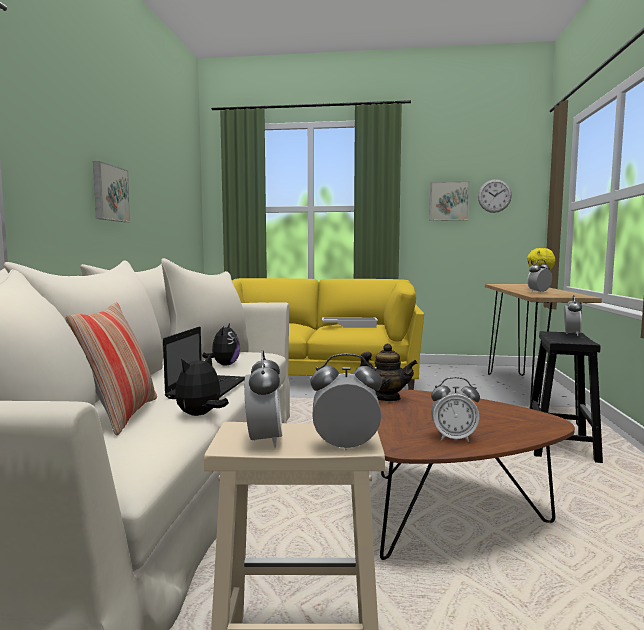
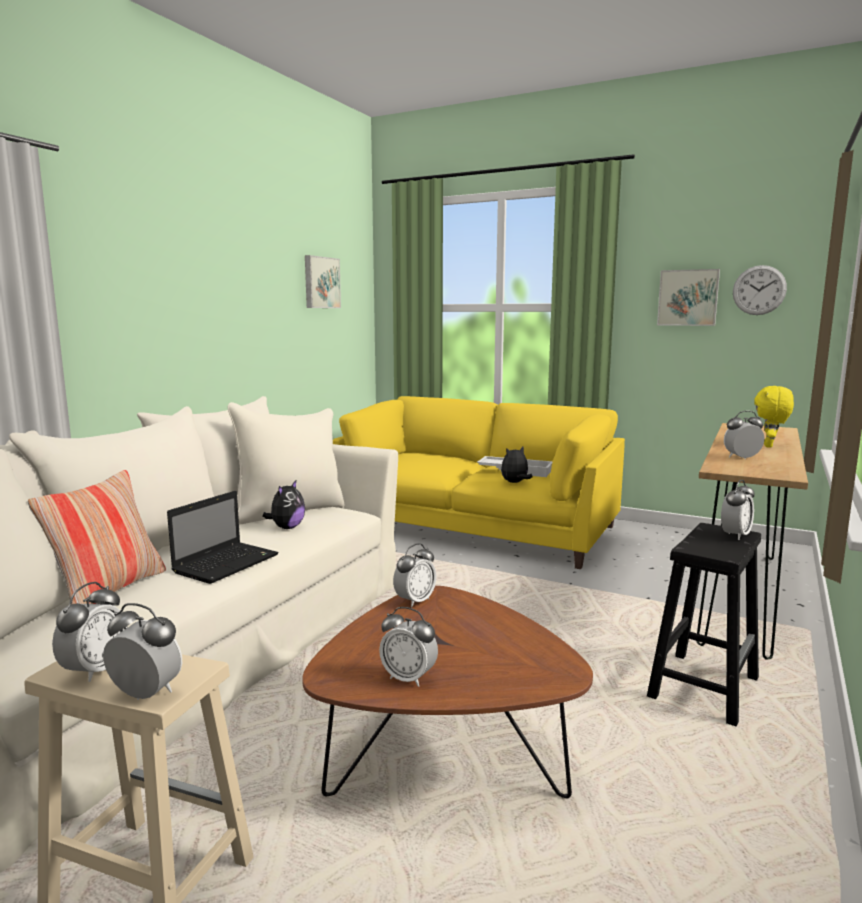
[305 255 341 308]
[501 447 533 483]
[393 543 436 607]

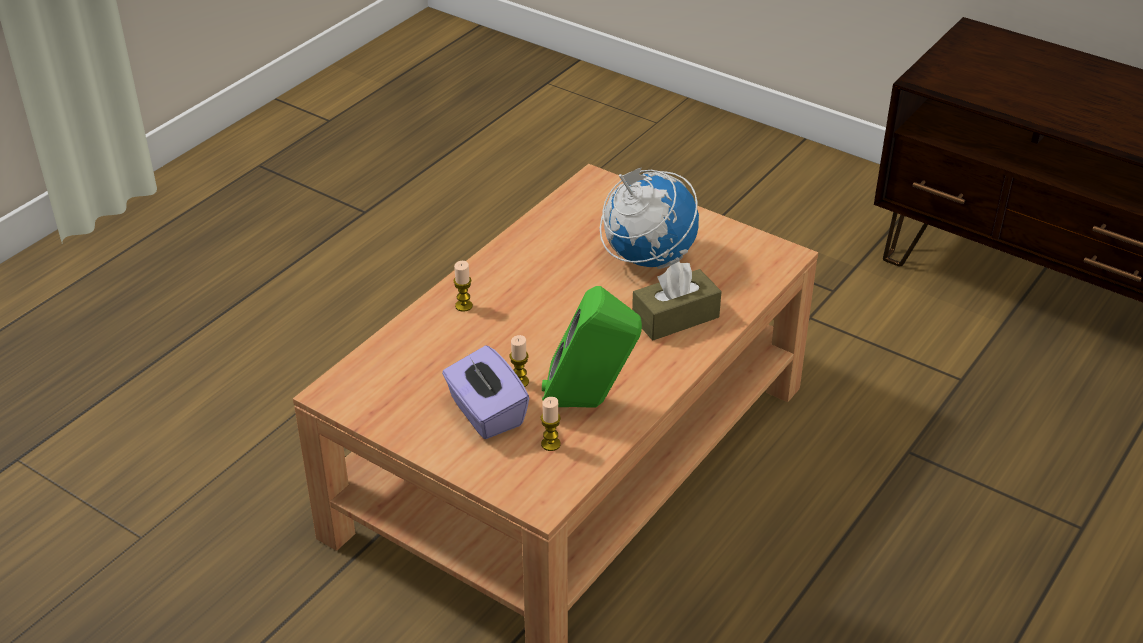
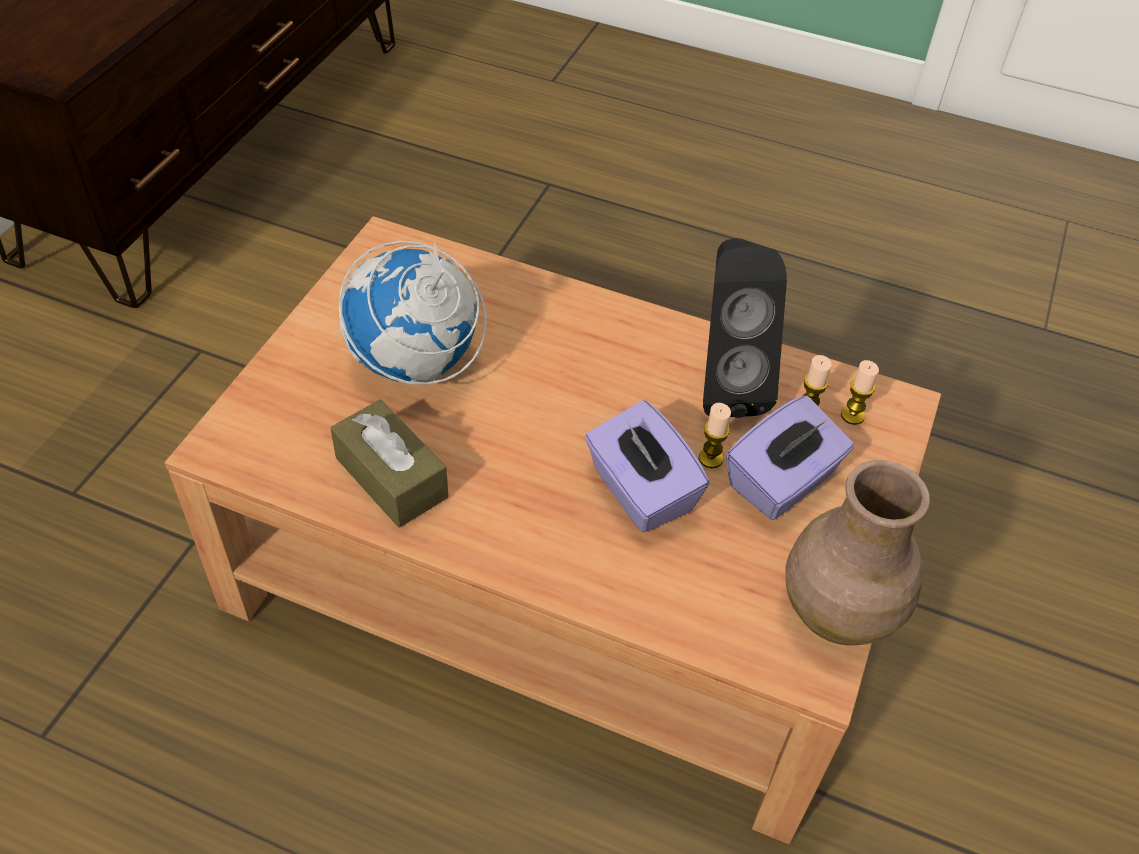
[585 400 710 532]
[785 460 930 645]
[841 360 879 425]
[330 400 448 528]
[703 238 787 418]

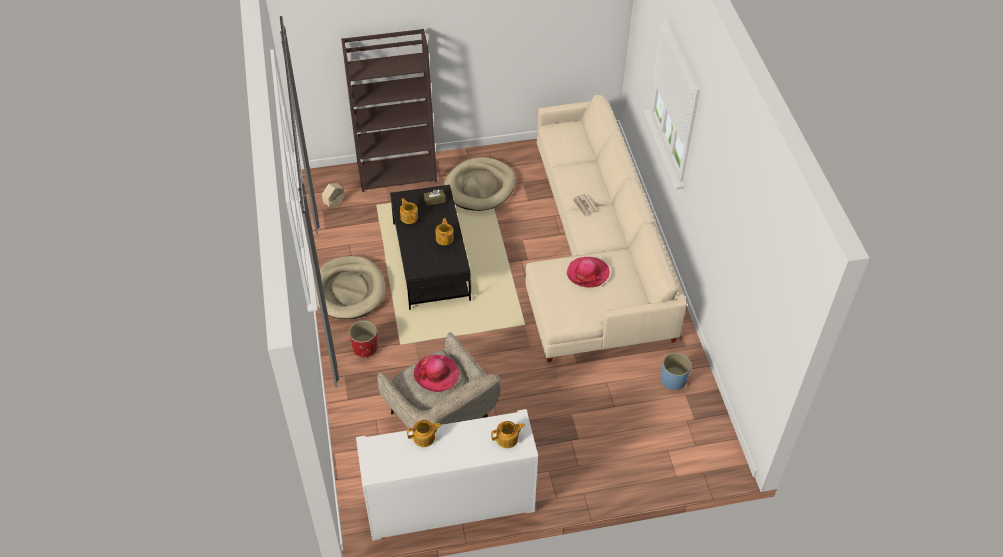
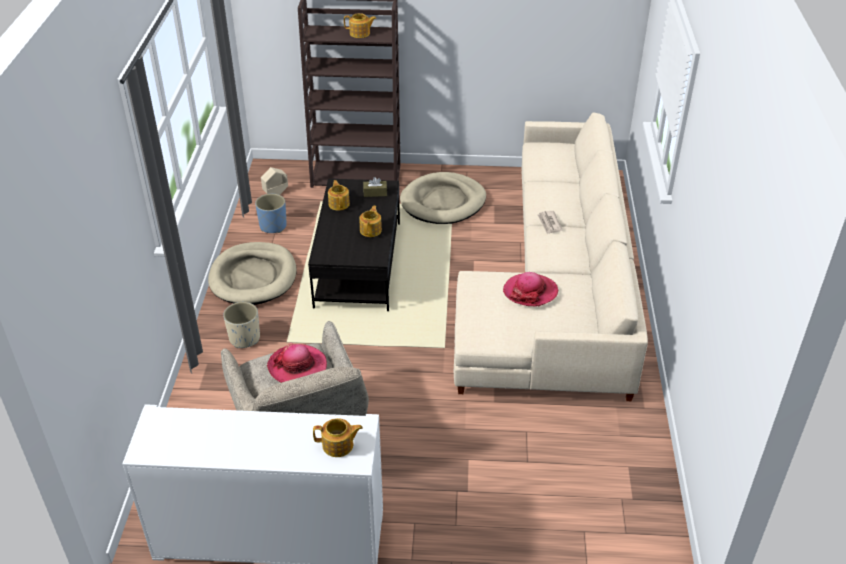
[344 13 376 38]
[255 194 287 233]
[223 302 260 348]

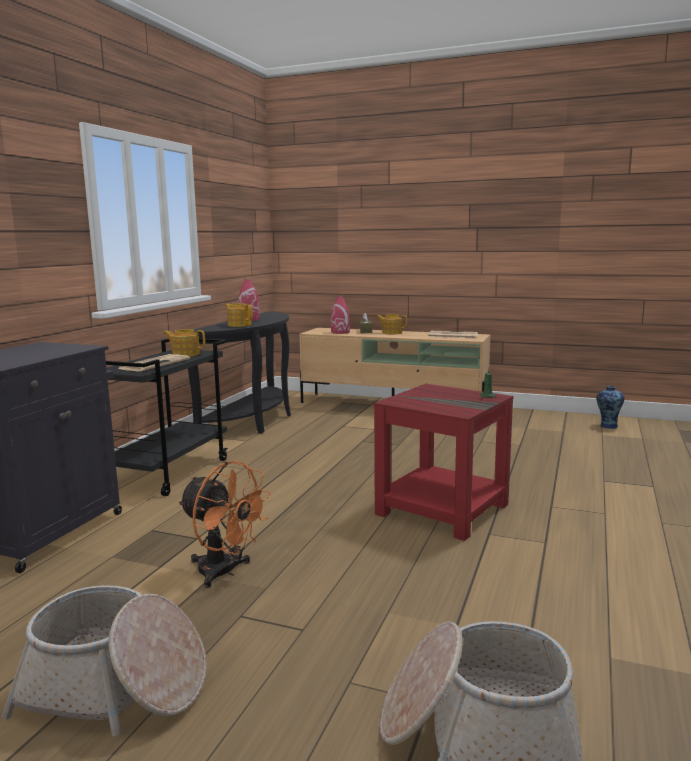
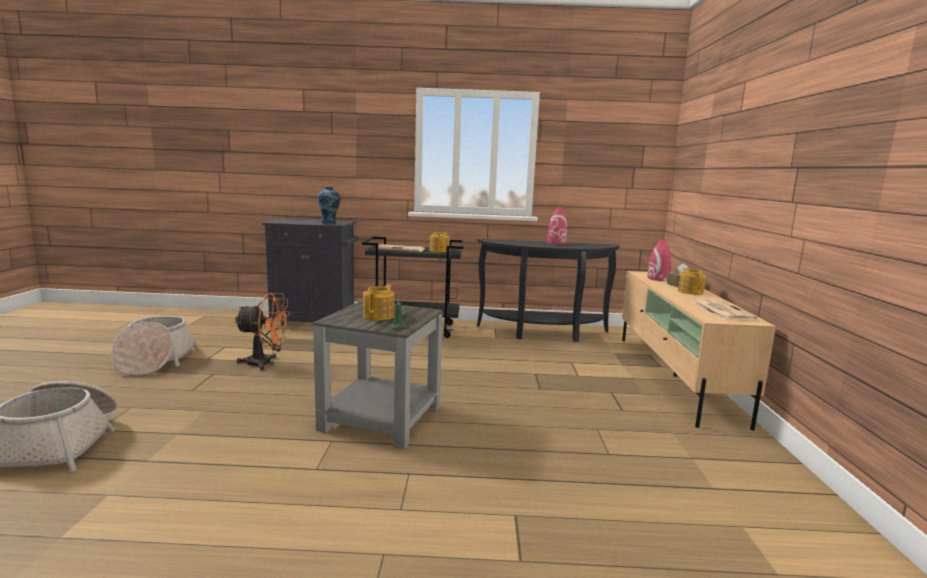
[363 285 395 320]
[317 187 341 225]
[313 300 443 449]
[234 293 290 371]

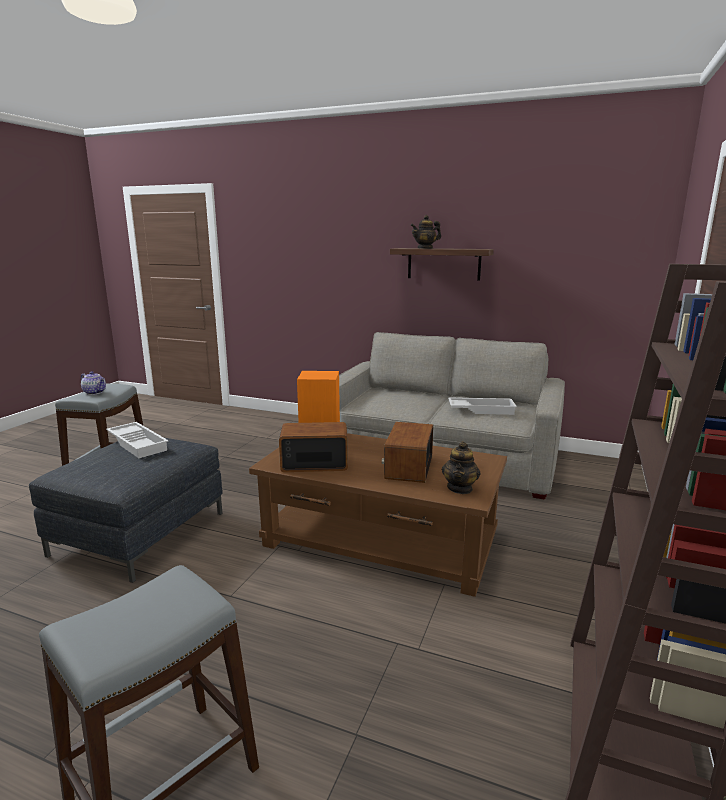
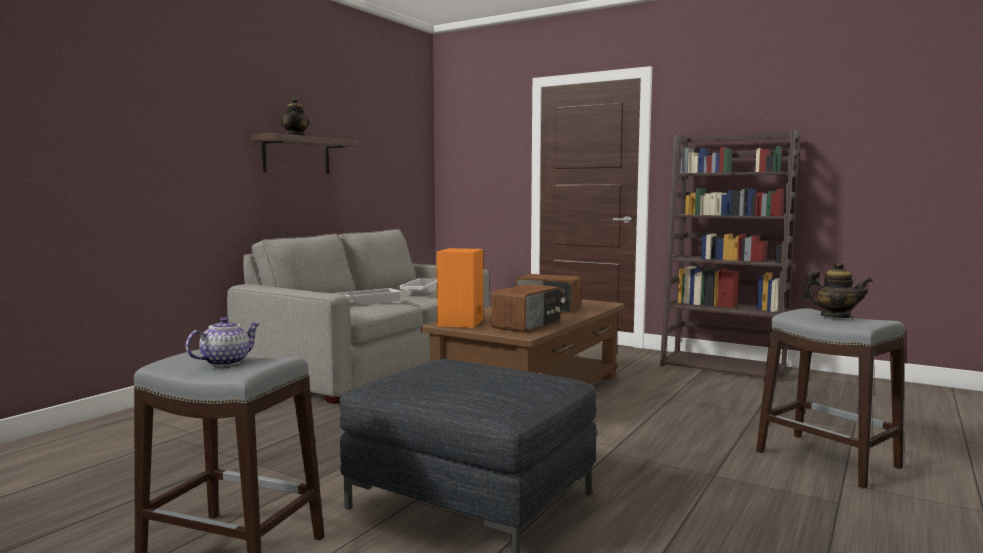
[334 288 402 305]
[802 261 873 318]
[491 284 561 333]

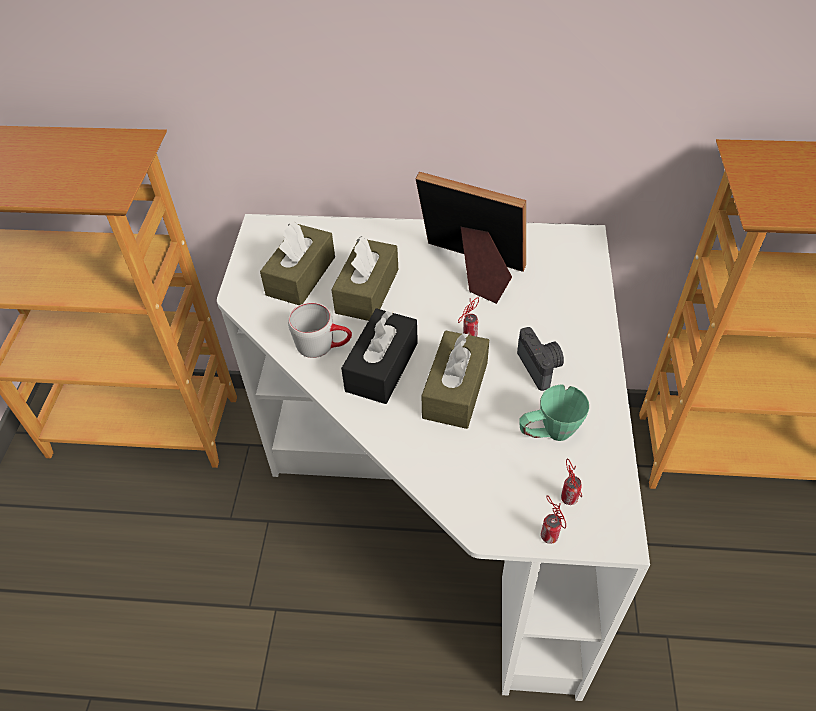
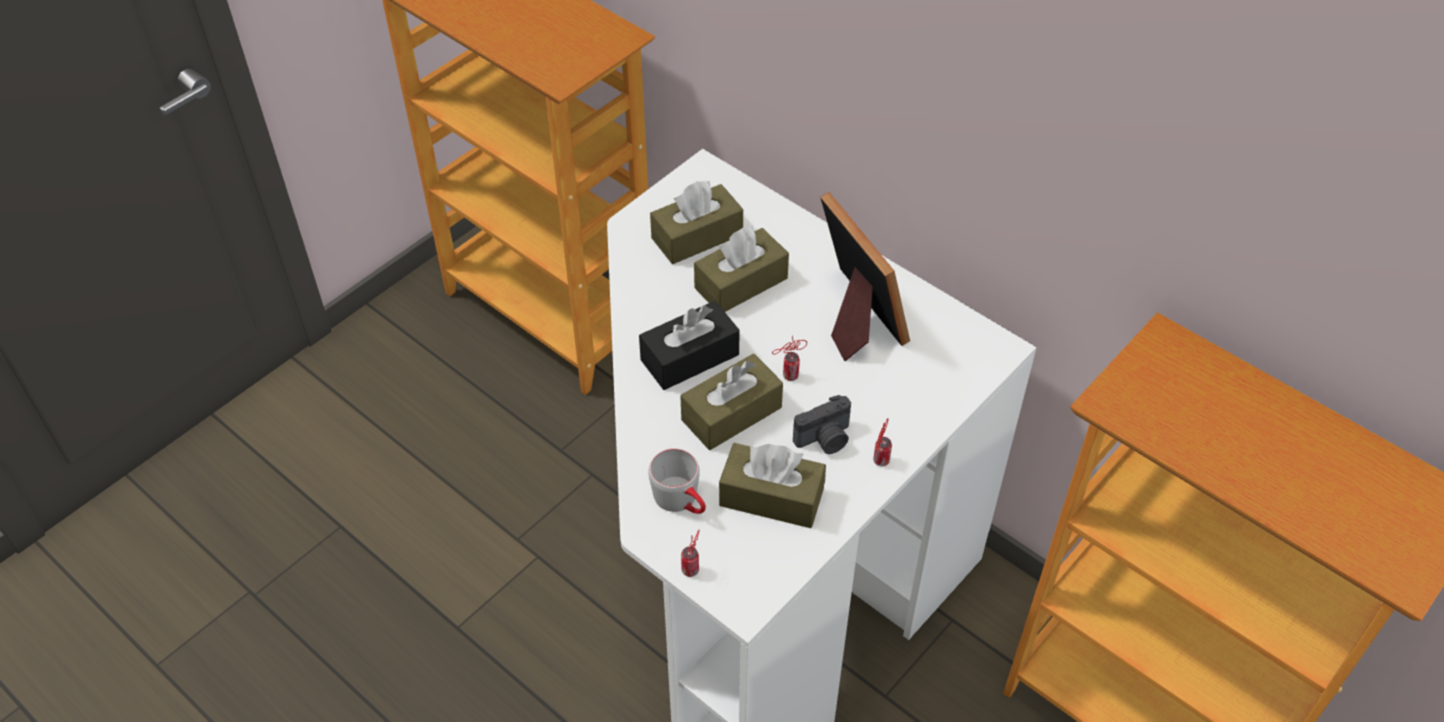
[648 448 706 514]
[873 418 892 466]
[719 443 826 528]
[793 395 851 454]

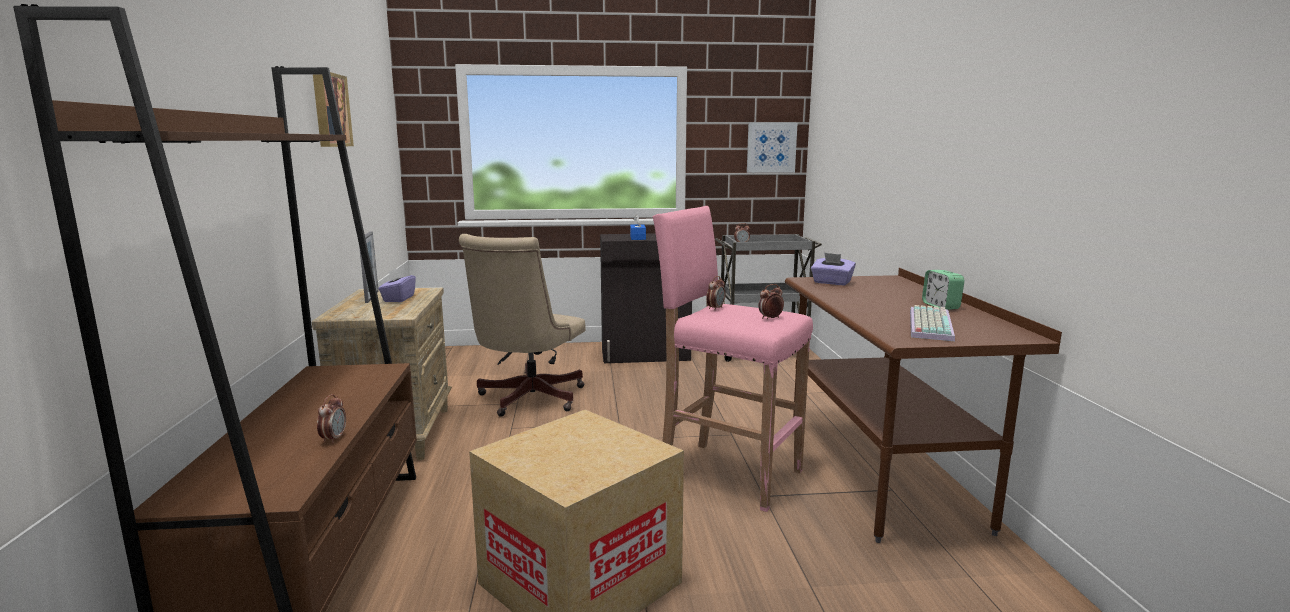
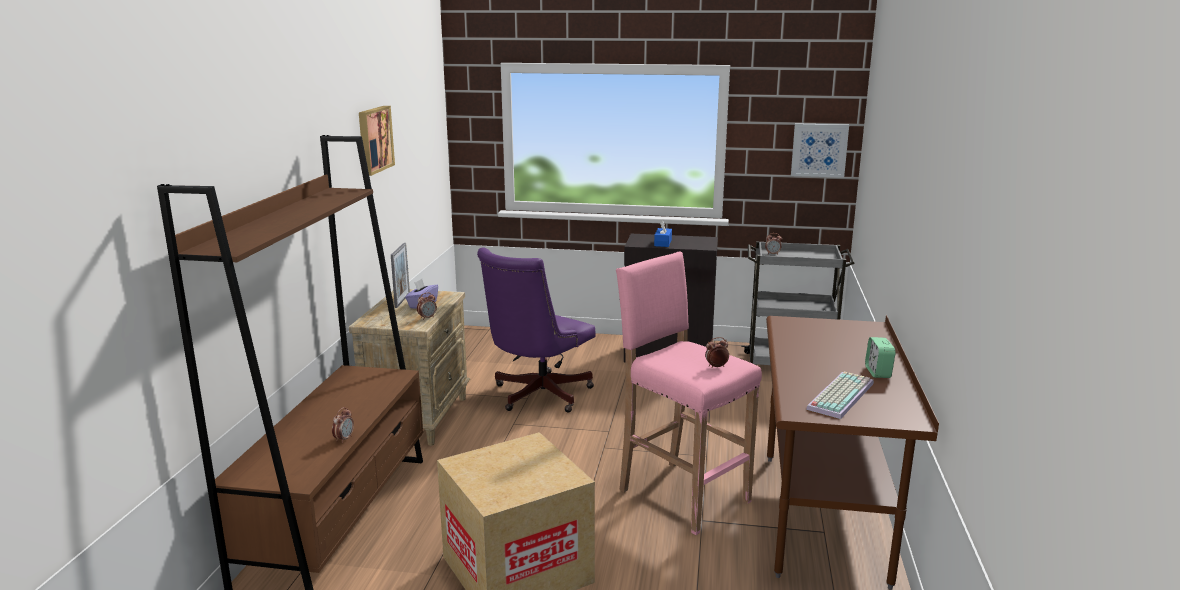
[811 253 856 285] (first image)
[417 292 437 320]
[477 248 596 413]

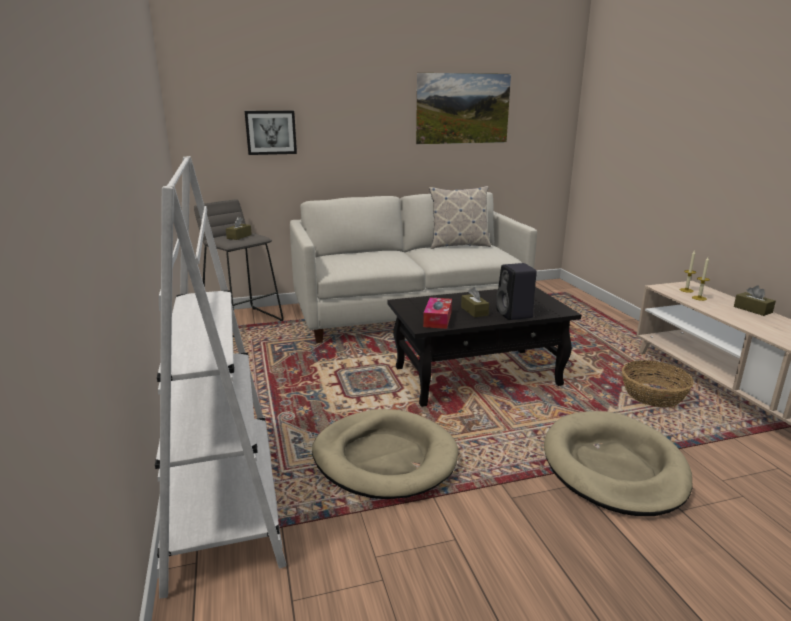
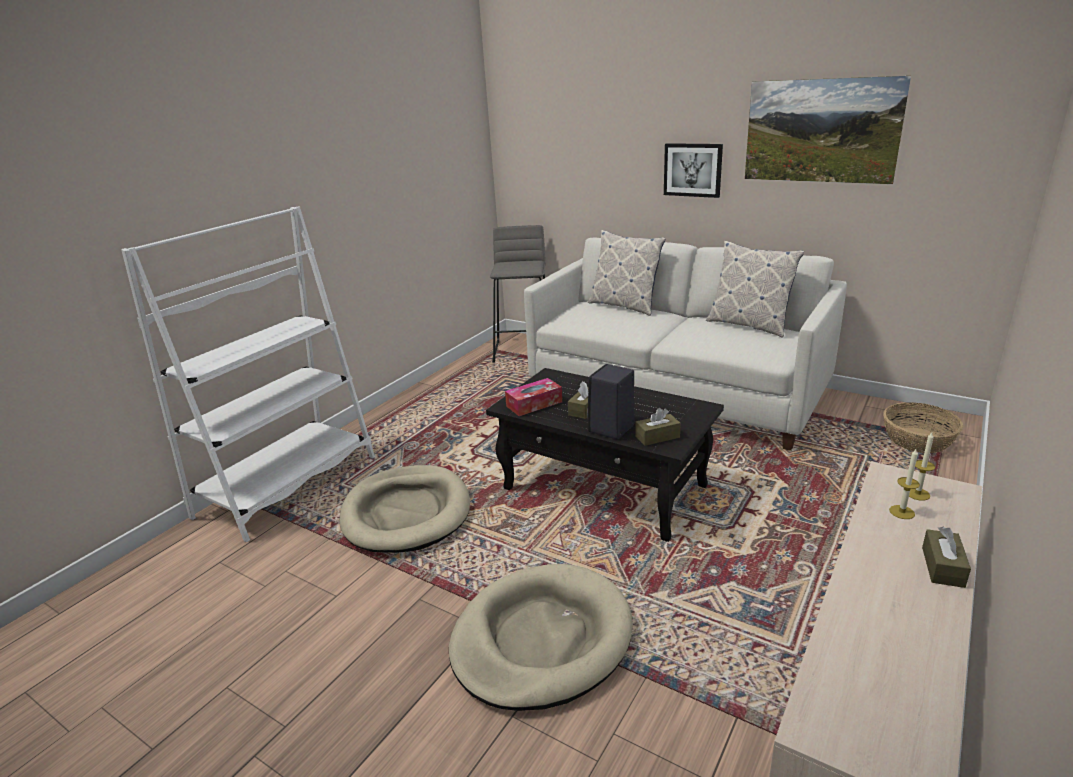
[588 230 666 316]
[635 408 681 446]
[664 143 723 198]
[883 402 963 453]

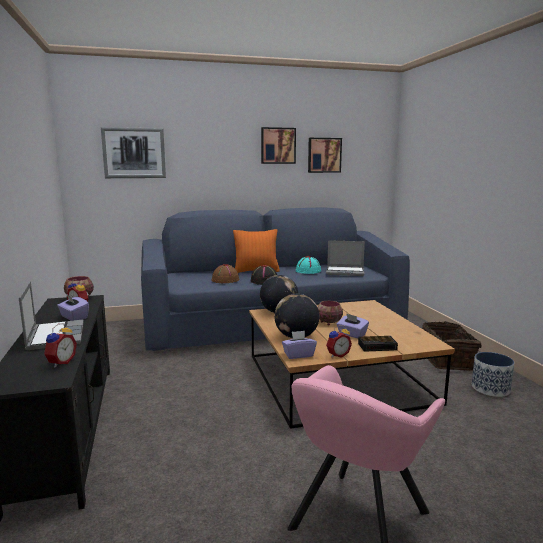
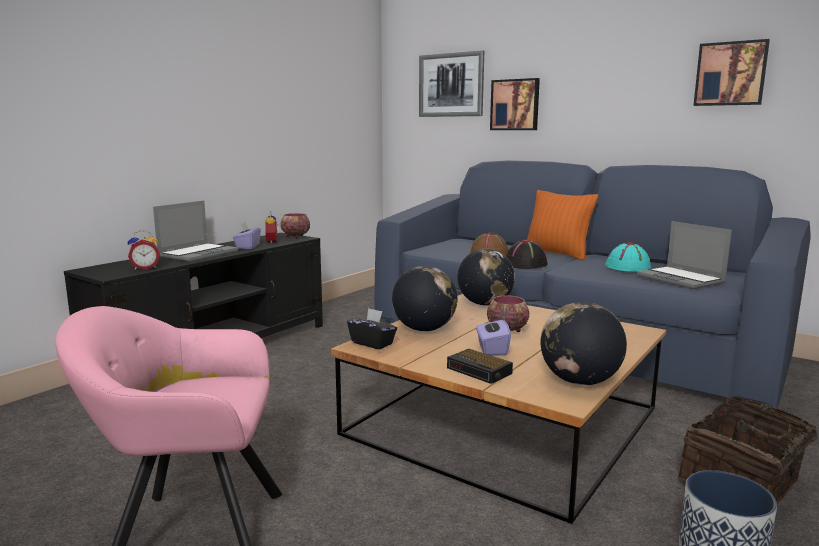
[326 325 352 358] (first image)
[541 302 627 385]
[490 78 540 130]
[347 308 397 349]

